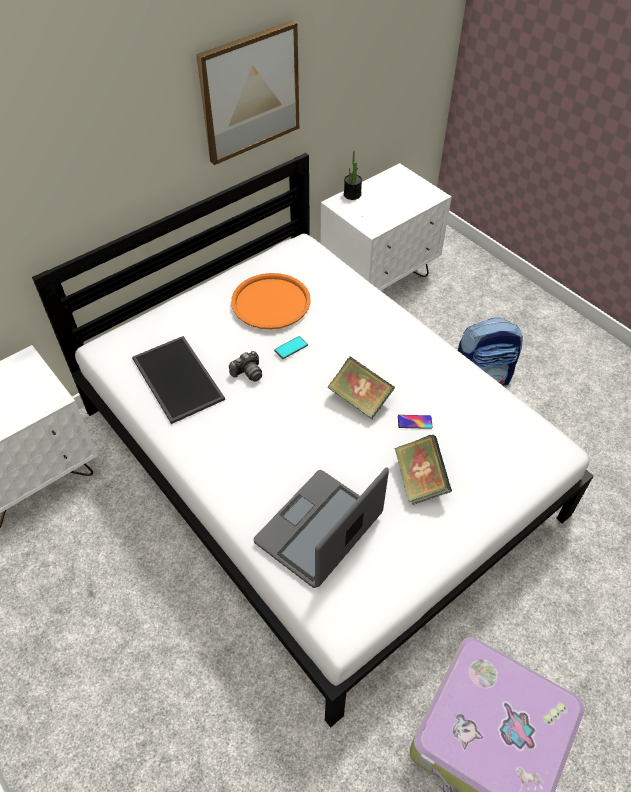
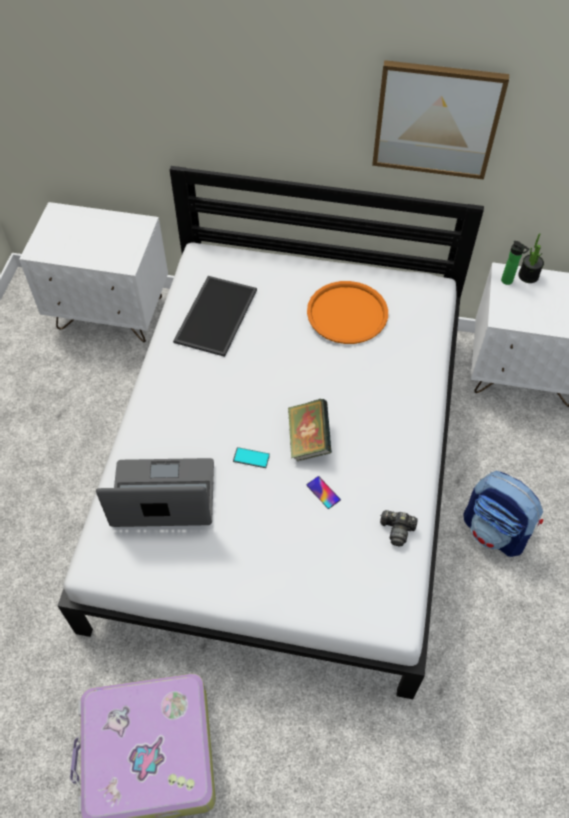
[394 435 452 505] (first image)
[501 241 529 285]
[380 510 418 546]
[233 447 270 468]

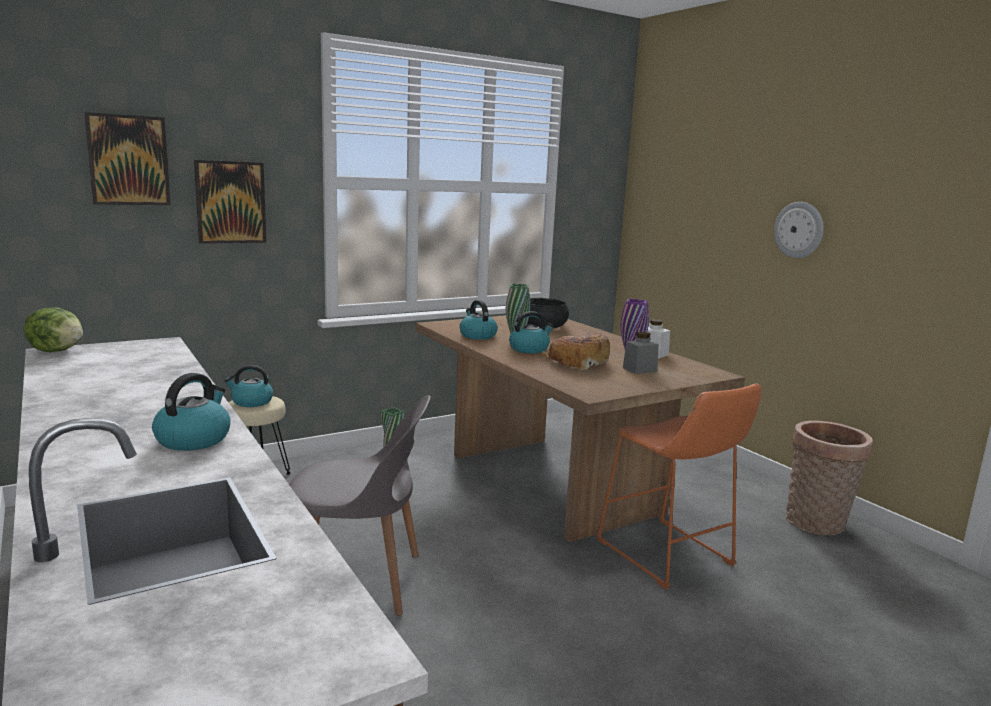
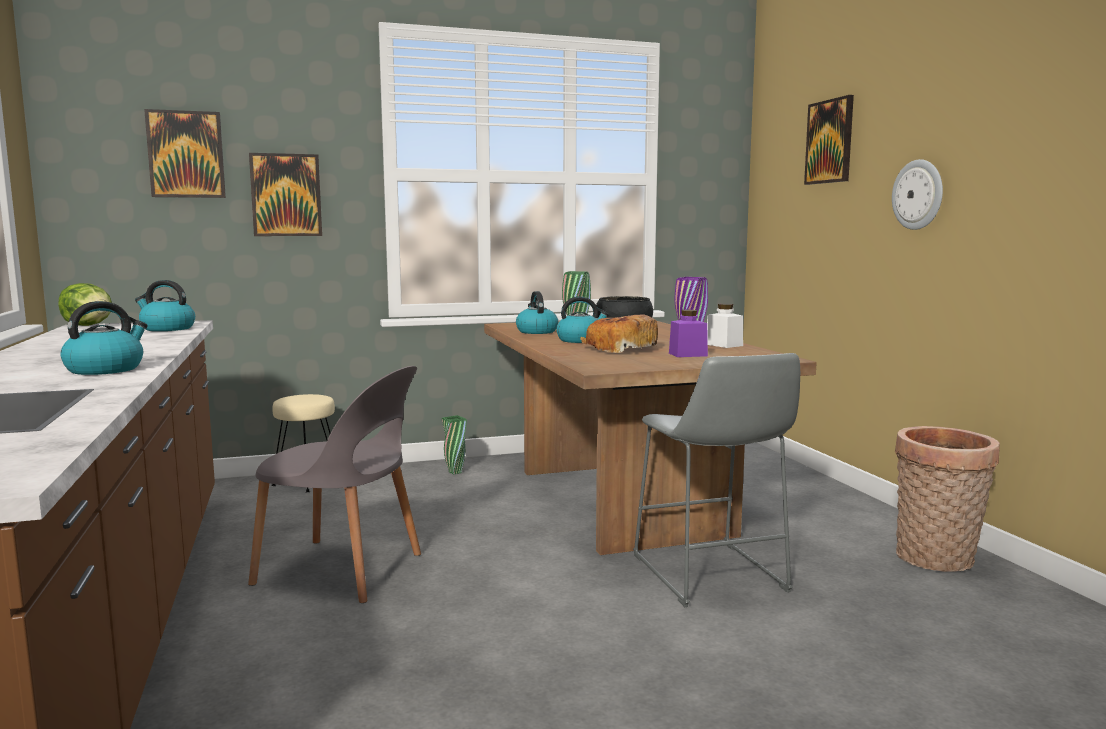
[804 95 854 185]
[135 280 195 331]
[633 353 800 607]
[669 310 708 357]

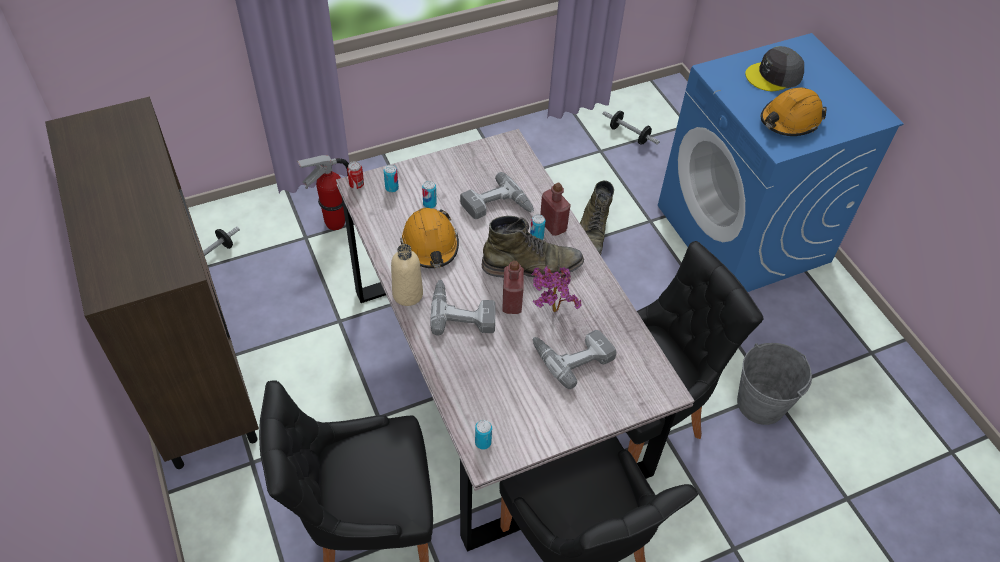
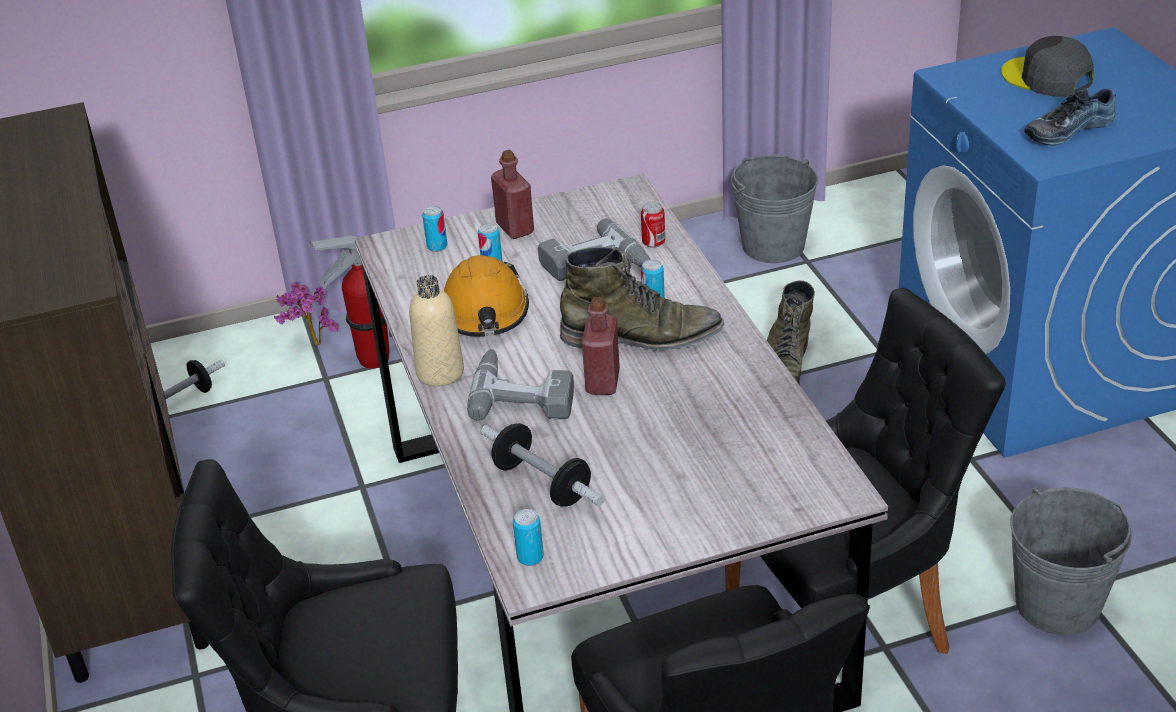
[532 330 616 389] (first image)
[731 155 818 263]
[641 201 665 248]
[274 281 339 346]
[491 150 534 239]
[480 423 605 507]
[1024 88 1116 146]
[1001 36 1094 97]

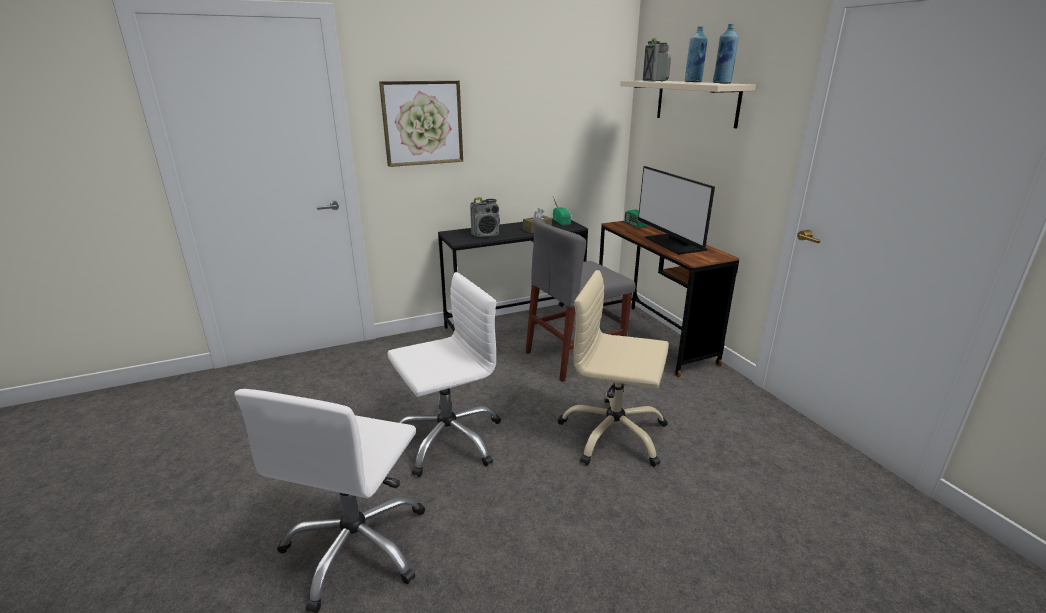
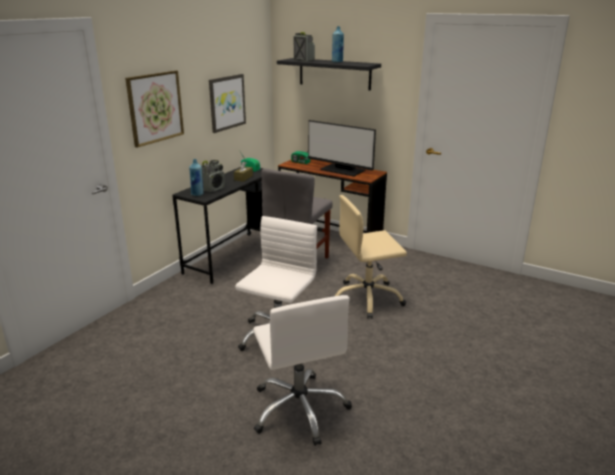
[209 74 246 133]
[189 159 203 196]
[277 58 381 91]

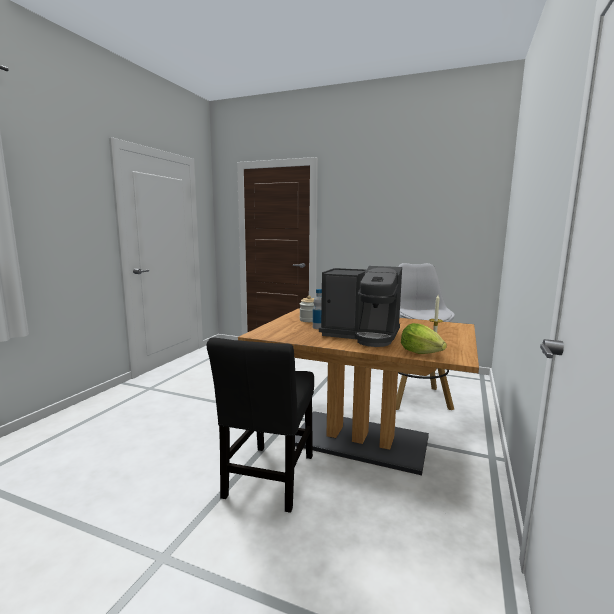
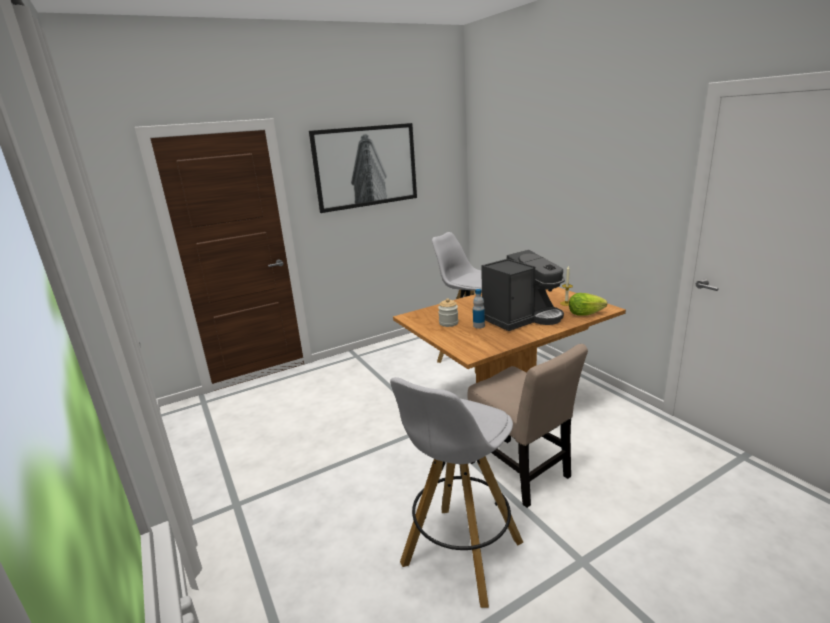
[309 123 417 213]
[390 377 523 608]
[468 344 588 508]

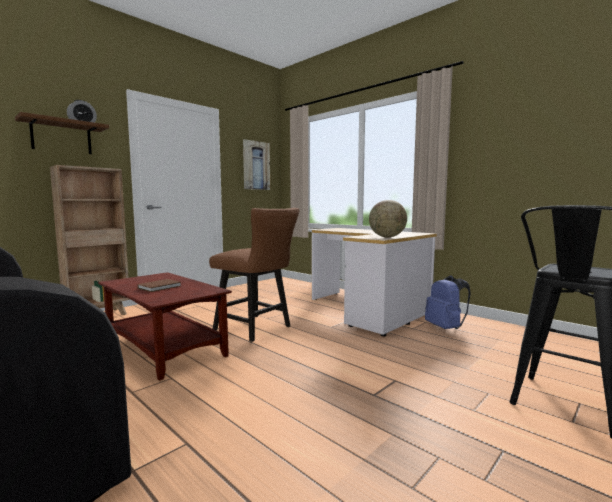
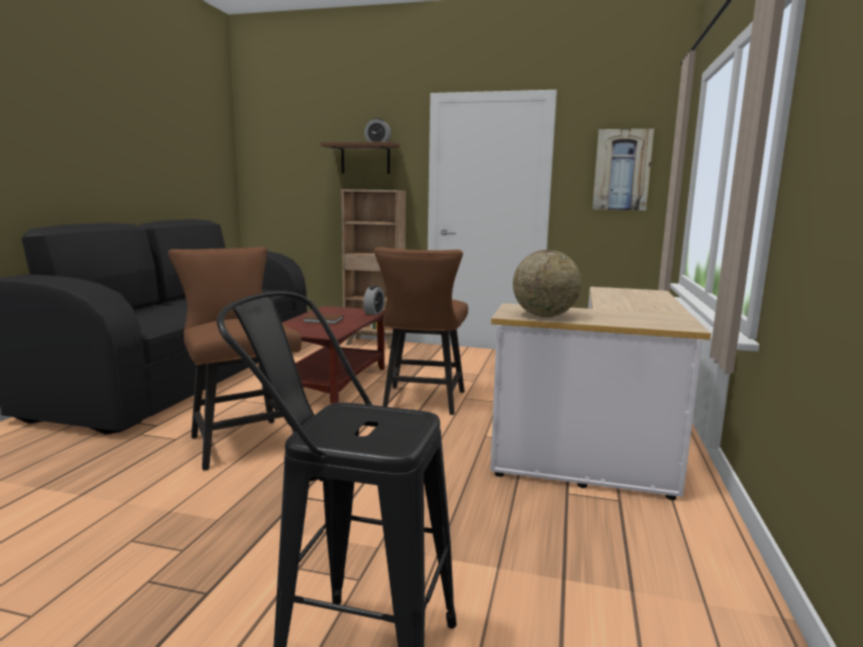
[425 275 471 329] (first image)
[168 247 302 471]
[363 286 385 315]

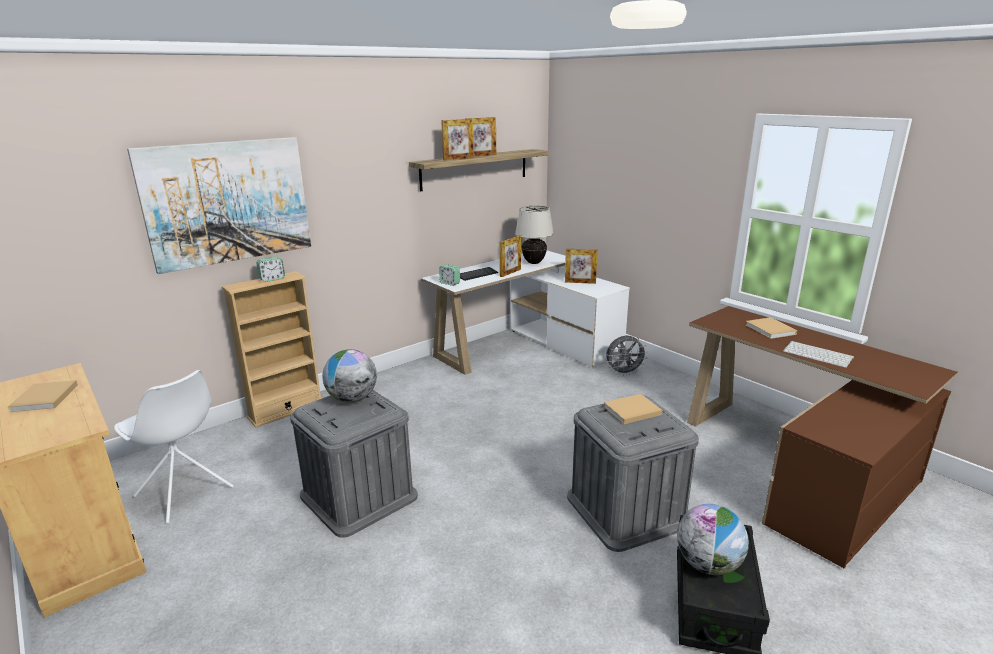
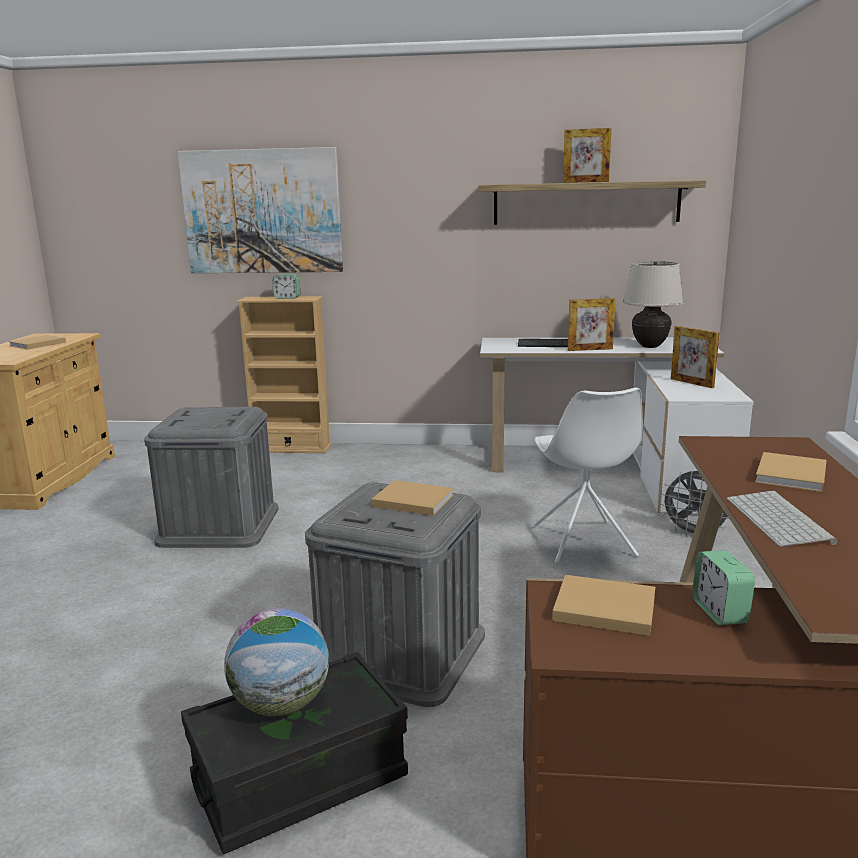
[322 349 377 403] (first image)
[441 119 474 160] (first image)
[552 575 655 636]
[531 388 643 564]
[692 550 755 625]

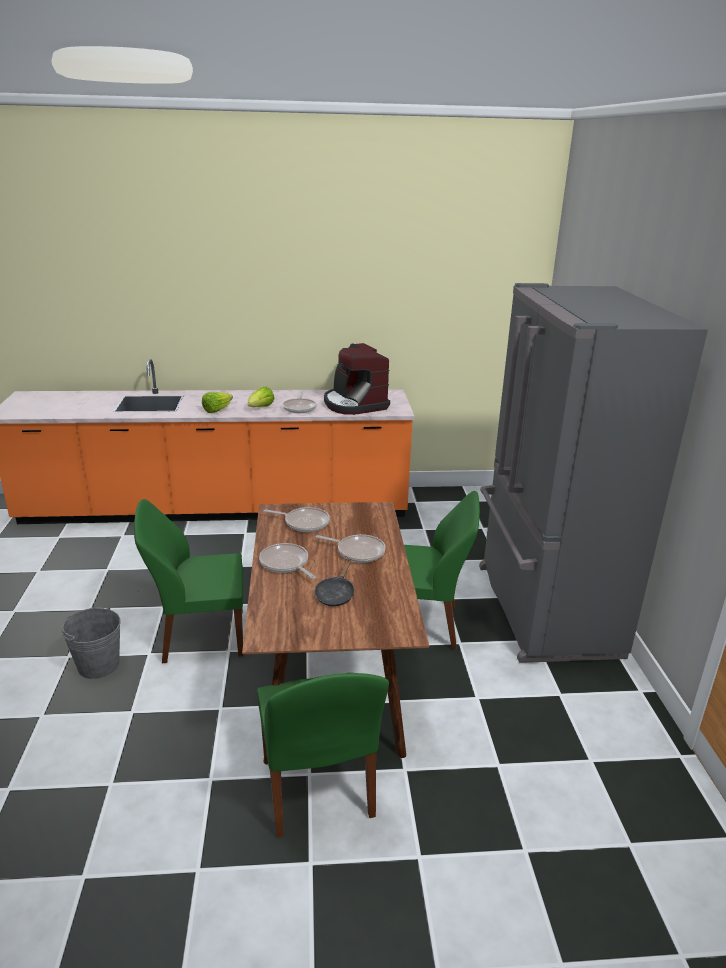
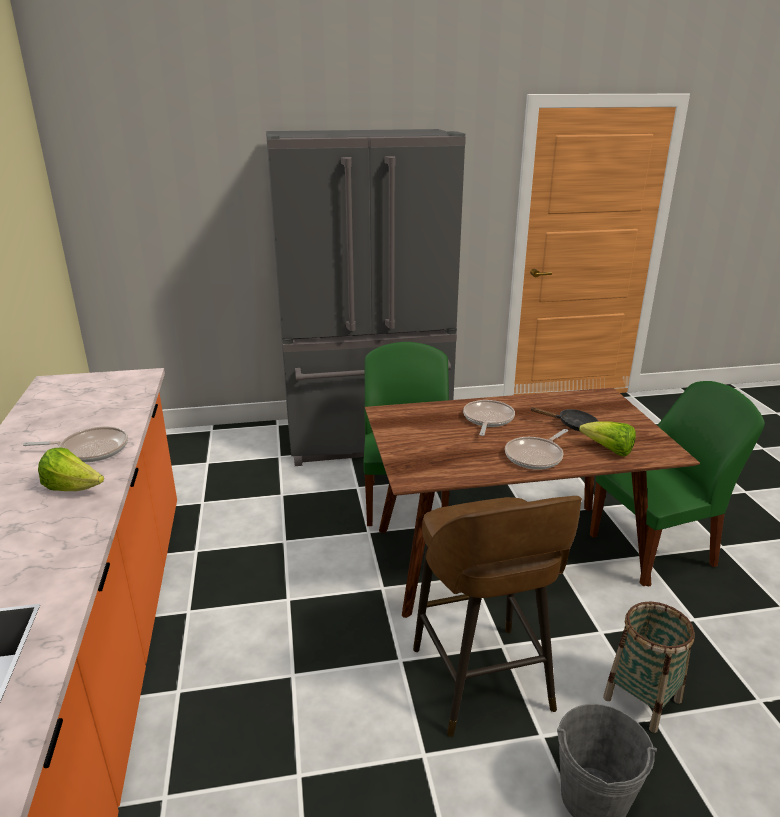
[264 507 330 532] (first image)
[324 343 390 415] (first image)
[603 602 695 733]
[579 421 636 457]
[413 496 582 737]

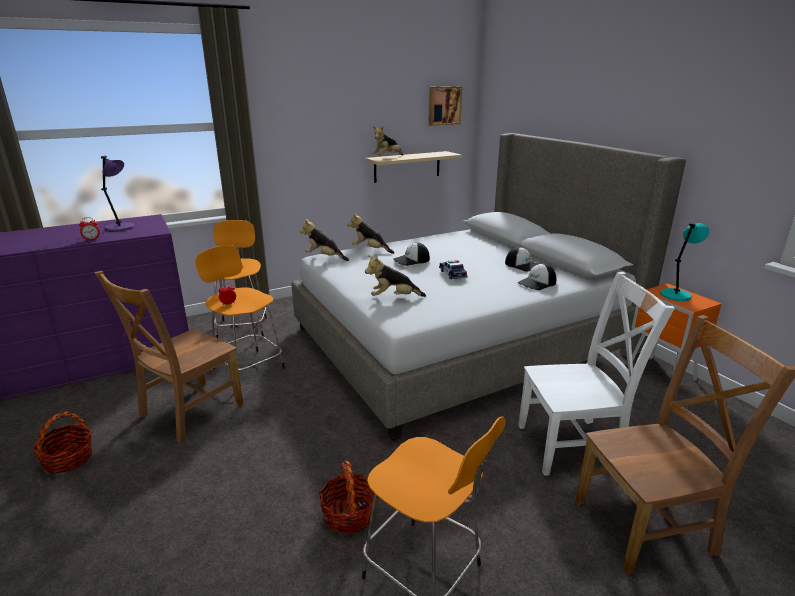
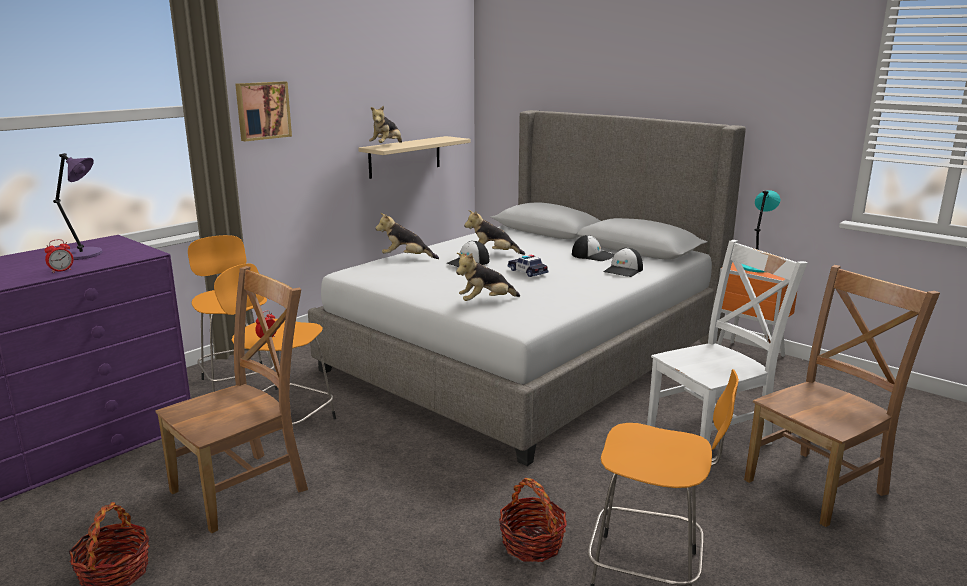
[464 210 525 255]
[235 81 292 141]
[155 266 308 533]

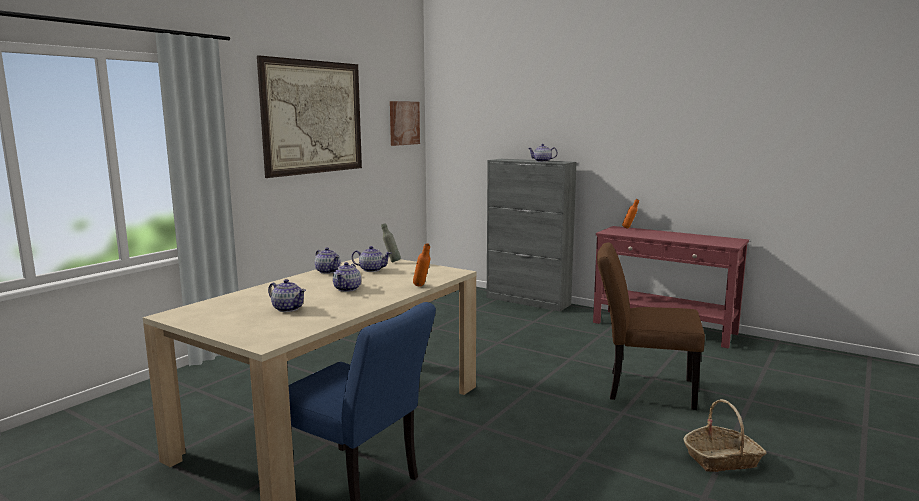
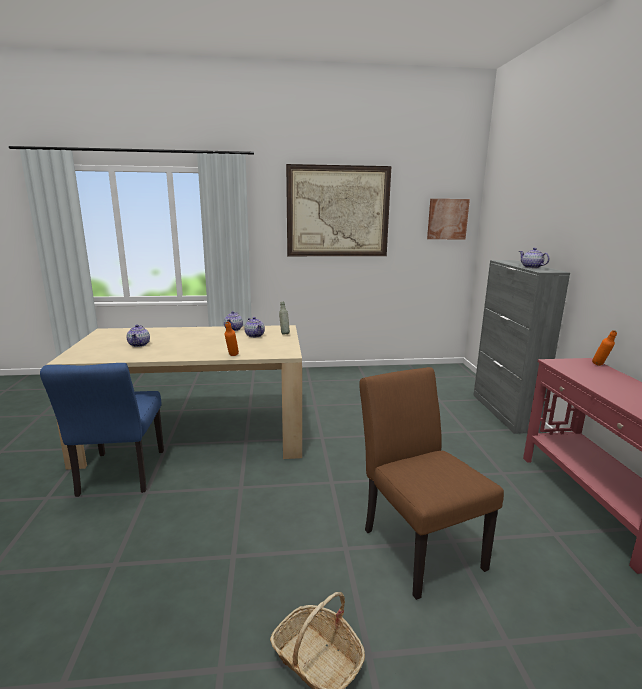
[333 262 361 292] (first image)

